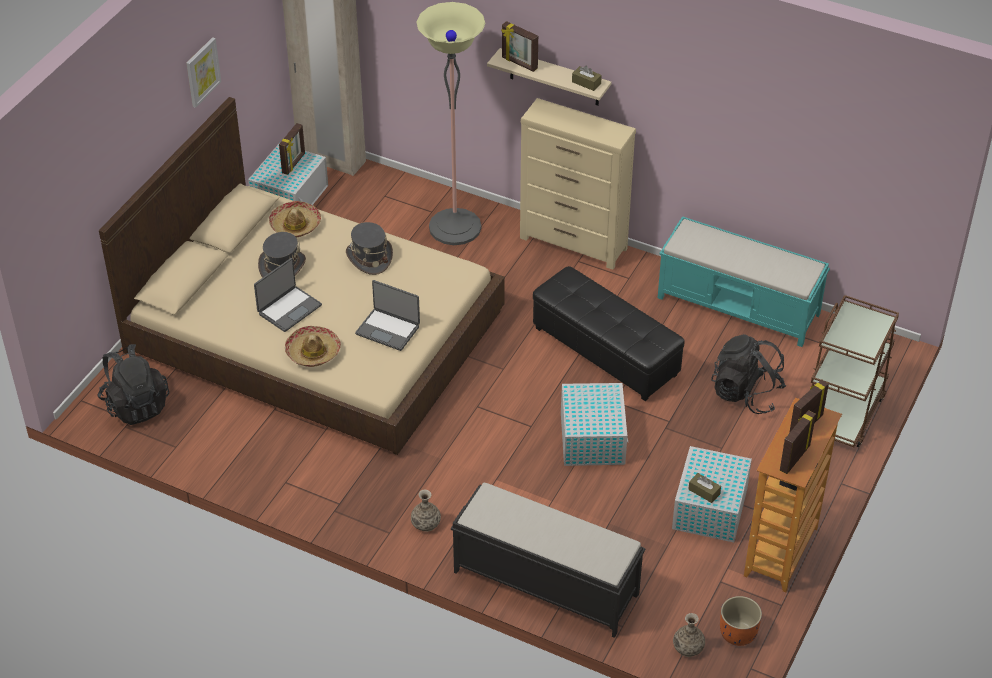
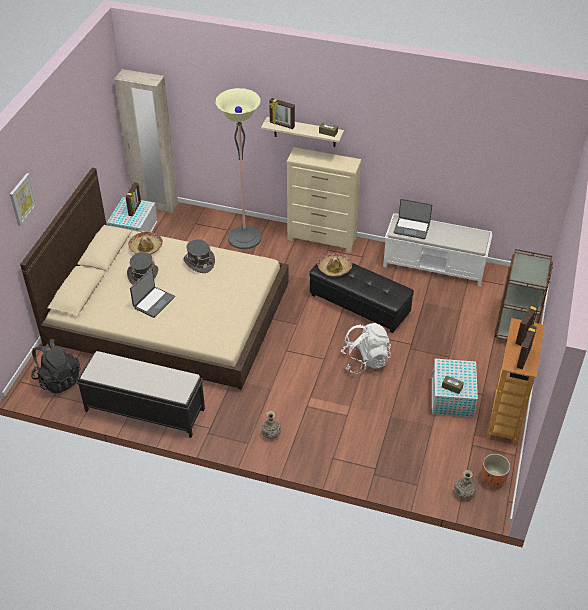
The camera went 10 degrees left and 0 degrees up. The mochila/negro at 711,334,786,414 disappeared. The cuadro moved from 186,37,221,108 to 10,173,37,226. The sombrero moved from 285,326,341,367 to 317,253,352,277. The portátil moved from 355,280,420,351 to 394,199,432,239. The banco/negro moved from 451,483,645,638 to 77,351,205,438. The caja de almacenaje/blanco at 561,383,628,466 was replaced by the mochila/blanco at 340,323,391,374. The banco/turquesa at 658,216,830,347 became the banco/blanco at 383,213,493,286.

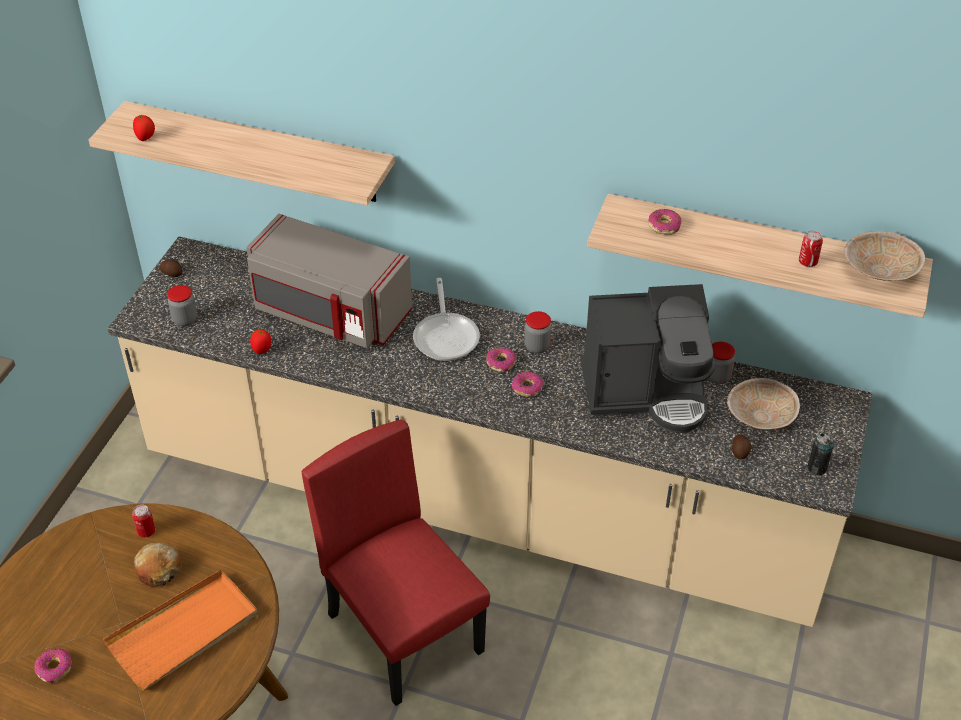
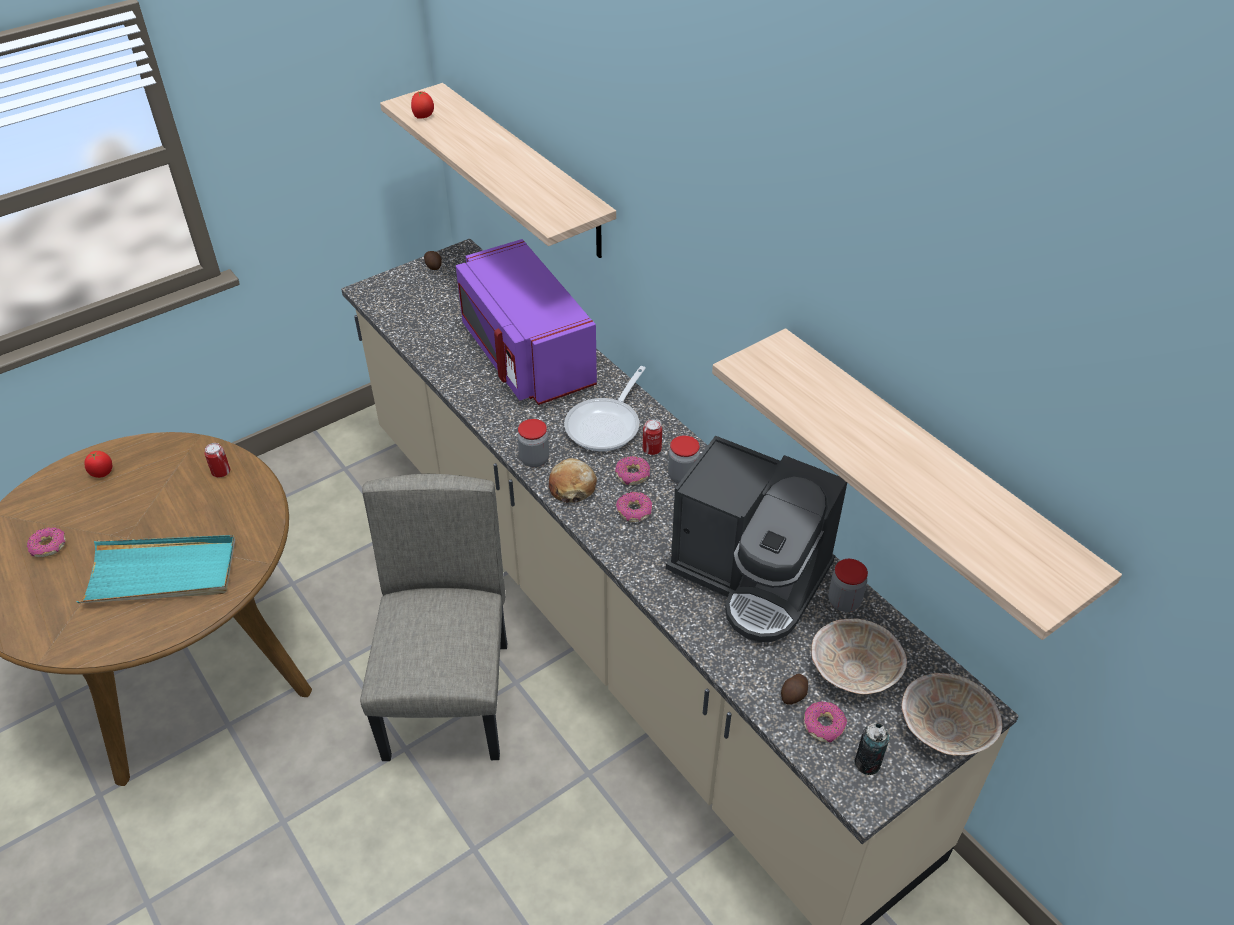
The camera went 35 degrees right and 0 degrees up. The pan moved from 134,543,182,587 to 549,458,597,503. The tarro moved from 167,285,197,326 to 518,419,549,467. The tomate moved from 250,329,271,354 to 84,451,112,478. The rosquilla moved from 648,209,682,235 to 803,701,847,743. The lata moved from 799,230,823,267 to 643,419,662,455. The cuenco/beis moved from 844,231,925,281 to 901,673,1002,755. The bandeja/naranja at 103,570,258,691 became the bandeja/turquesa at 77,535,235,603. The microondas/gris at 246,214,412,348 became the microondas/morado at 456,239,597,405. The silla/rojo at 302,420,490,706 became the silla/beis at 360,474,507,761.

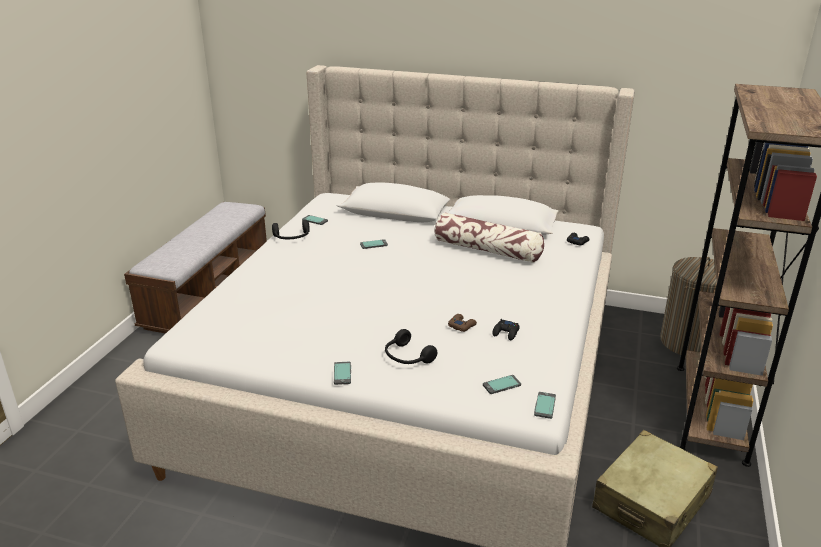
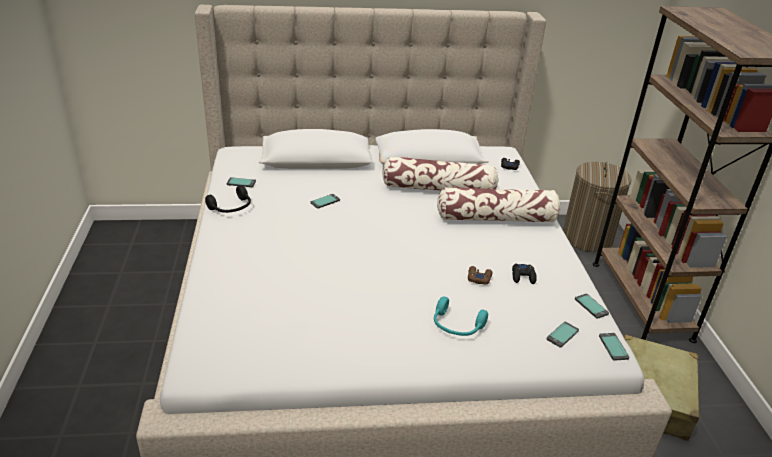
The camera went 25 degrees left and 5 degrees up. The banco at 124,202,267,334 disappeared. The cojín at 437,187,561,223 appeared. The móvil moved from 334,362,351,385 to 575,293,609,319. The auriculares/negro at 385,329,437,364 became the auriculares/turquesa at 434,297,488,336.

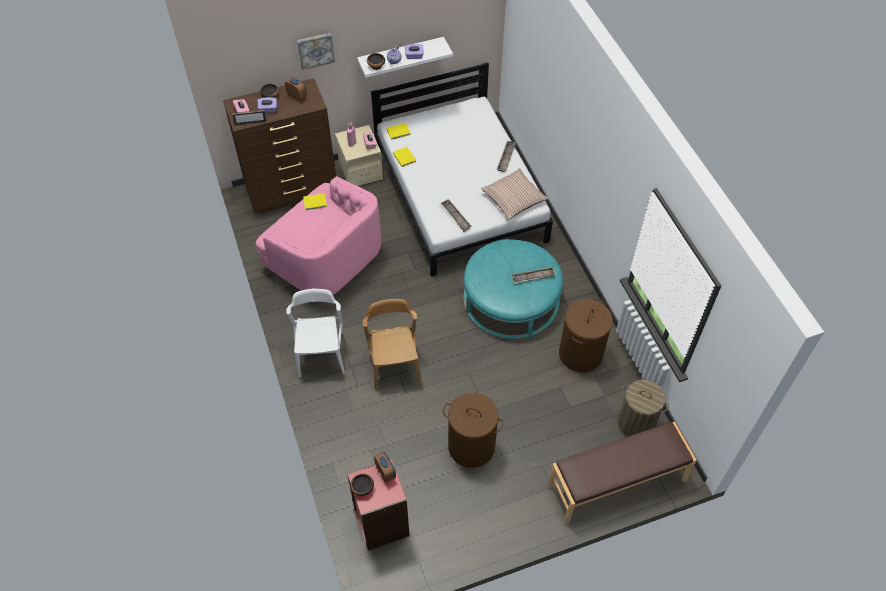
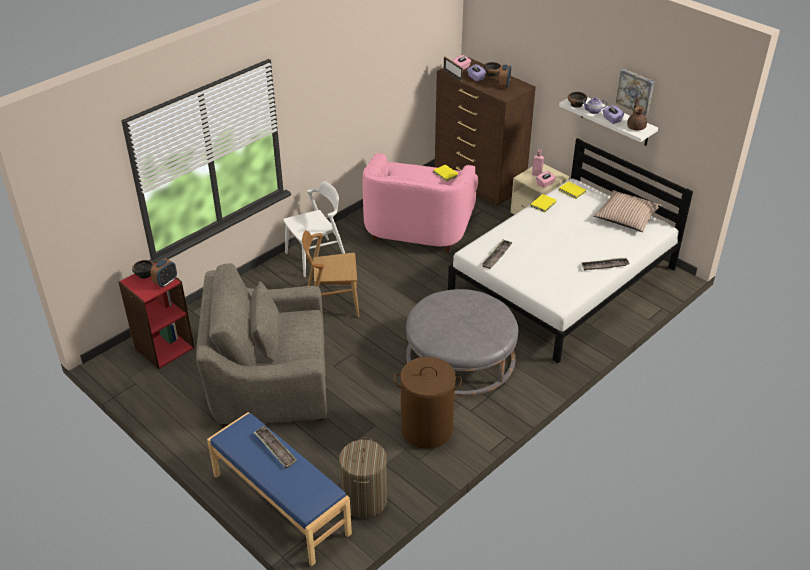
The camera went 65 degrees right and 15 degrees down. The tetera/marrón at 627,97,647,131 appeared. The cuadro moved from 297,33,335,70 to 616,69,654,116. The cojín moved from 481,168,548,220 to 593,190,662,232. The bandeja moved from 511,266,556,284 to 253,426,297,468. The cesto de la ropa/marrón at 443,393,503,468 was replaced by the sillón/gris at 196,263,327,427. The puf/turquesa at 463,239,563,340 became the puf/gris at 406,289,518,396. The banco/marrón at 548,422,697,524 became the banco/azul at 207,412,352,566. The silla/marrón at 363,299,421,390 turned 150 degrees counterclockwise.

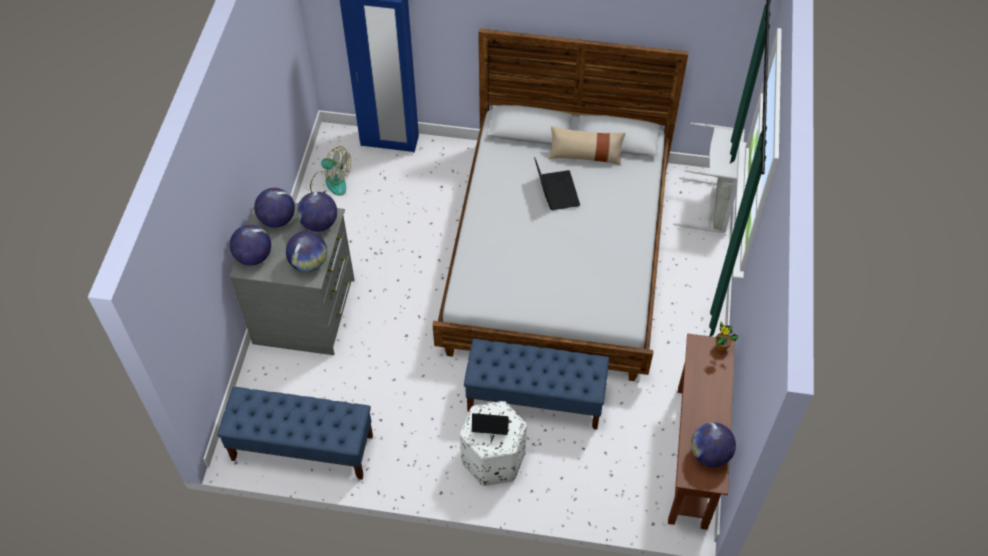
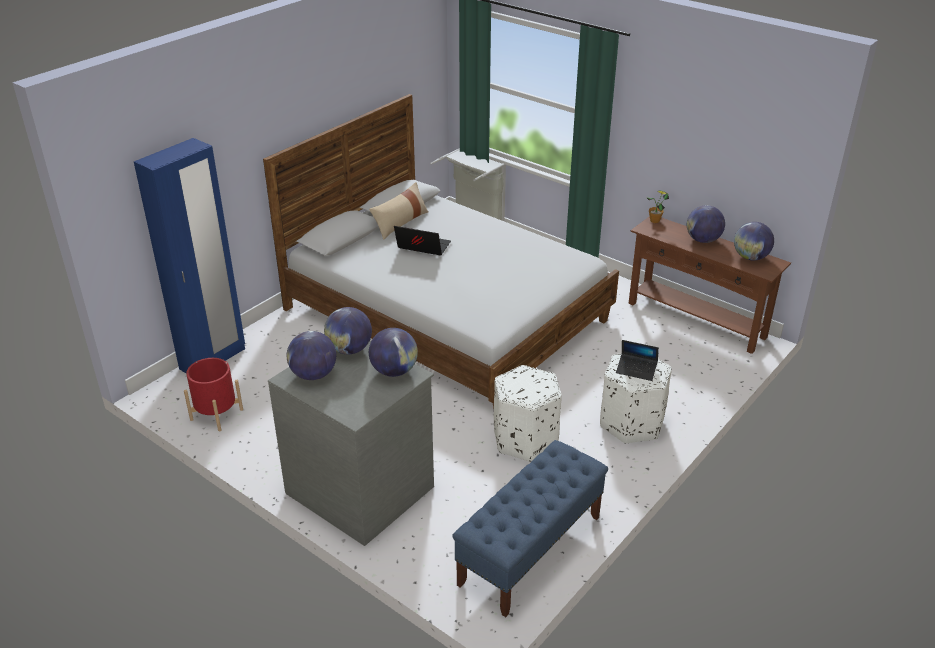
The camera went 60 degrees left and 20 degrees down. The banco/azul at 464,339,609,430 disappeared. The puf/blanco at 494,365,562,462 appeared. The globo terráqueo moved from 230,225,271,265 to 687,205,725,243. The ventilador at 310,146,351,196 was replaced by the maceta/rojo at 184,358,243,431. The portátil at 472,413,509,435 turned 105 degrees counterclockwise.

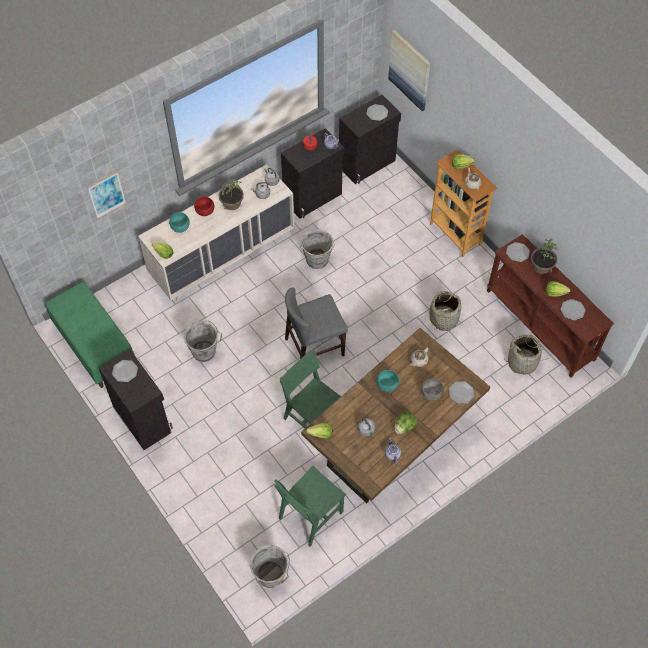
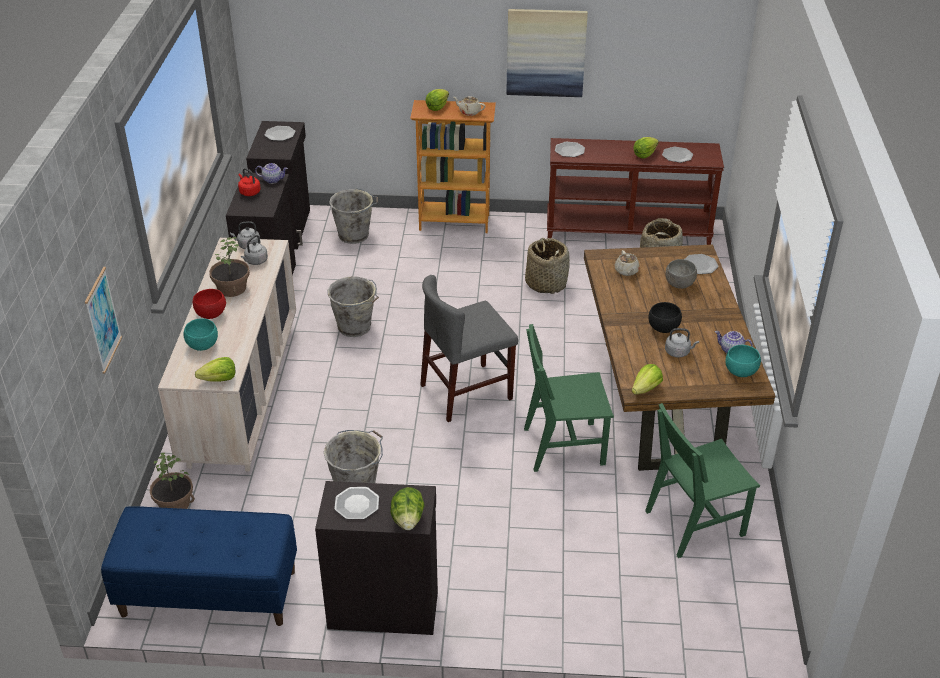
The camera went 50 degrees left and 20 degrees down. The cuenco/negro at 649,302,682,333 appeared. The cubo/gris moved from 250,545,290,588 to 329,188,378,244. The cuenco/turquesa moved from 377,370,399,392 to 725,345,761,377. The cuadro moved from 388,30,430,111 to 506,9,588,97. The lechuga moved from 394,412,417,434 to 390,487,424,530. The planta en maceta moved from 531,238,557,274 to 150,453,195,509. The banco/verde at 45,282,135,388 became the banco/azul at 101,506,297,626. The silla/verde at 274,466,346,547 turned 75 degrees clockwise. The silla/gris at 285,287,348,359 turned 45 degrees clockwise.

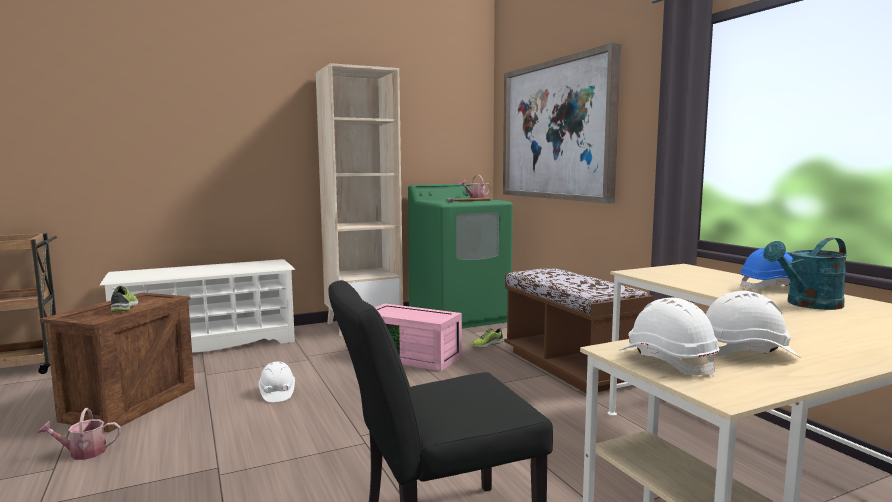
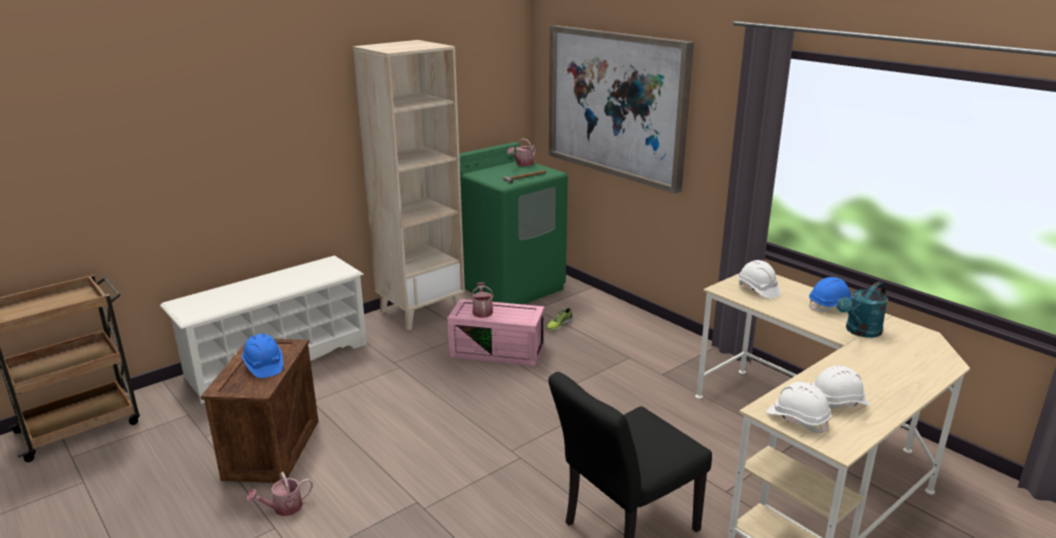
The camera went 15 degrees left and 15 degrees up. The banco/marrón at 504,269,654,393 disappeared. The regadera at 471,282,494,318 appeared. The casco/blanco moved from 258,362,295,402 to 738,260,781,299. The zapato at 111,286,138,312 was replaced by the casco/azul at 242,334,283,378.

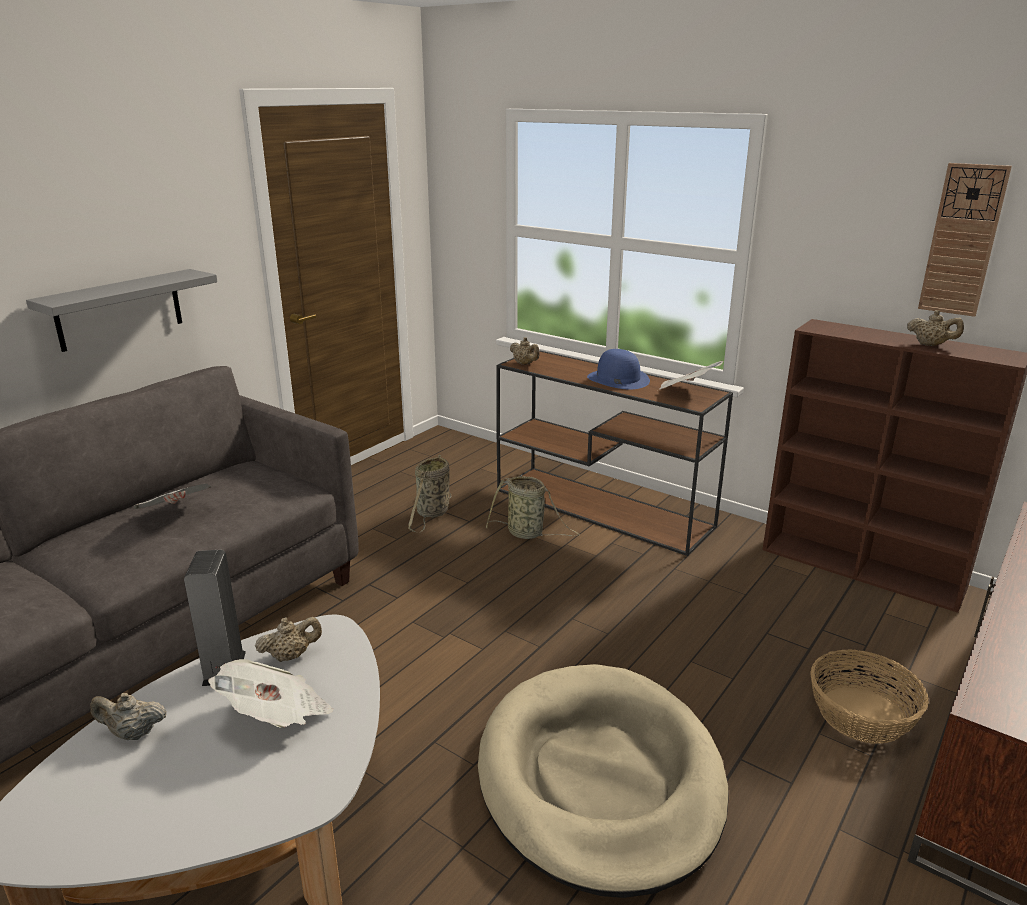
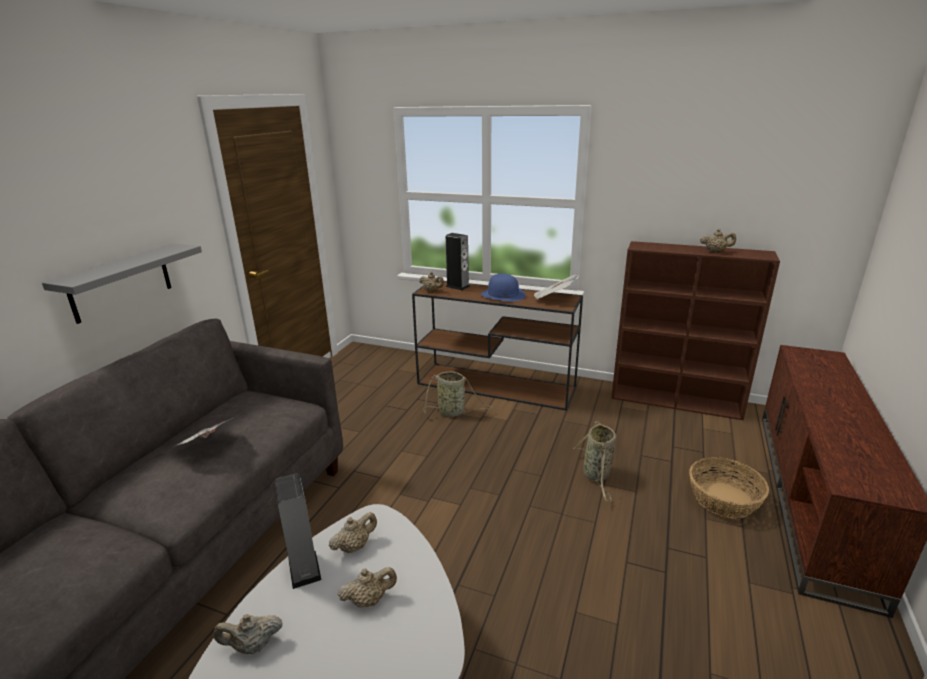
The camera went 15 degrees left and 0 degrees up. The cama para perro/beis at 478,664,729,898 disappeared. The reloj de pared at 918,163,1012,317 disappeared. The altavoz at 446,233,470,290 appeared. The cesta moved from 408,455,451,533 to 573,421,616,502. The periódico at 208,659,334,728 was replaced by the tetera/beis at 337,567,397,608.

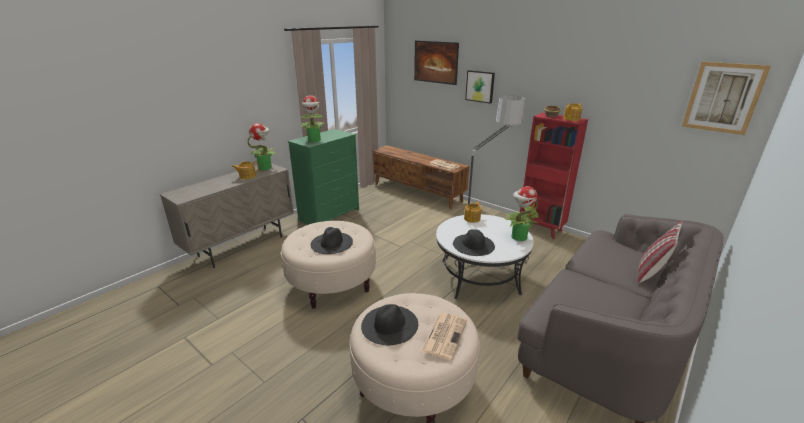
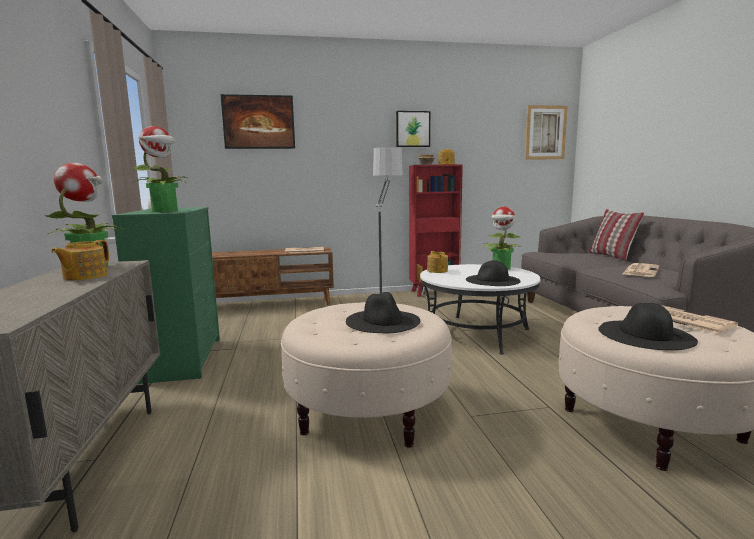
The camera went 50 degrees left and 15 degrees down. The periódico at 623,263,659,277 appeared. The cuadro moved from 465,70,495,104 to 396,111,430,147.

